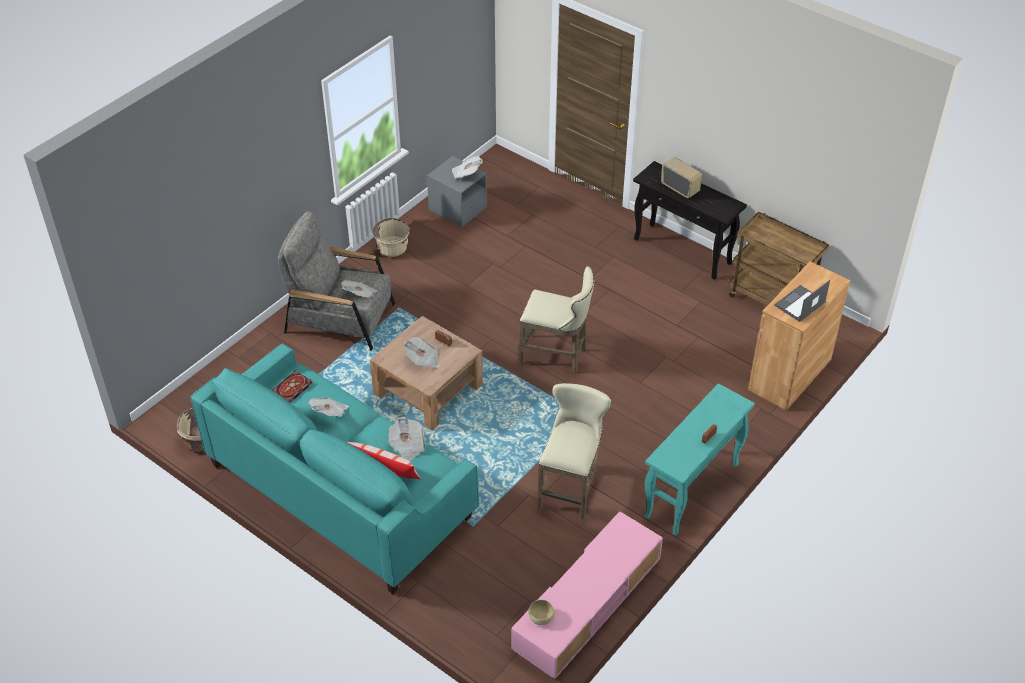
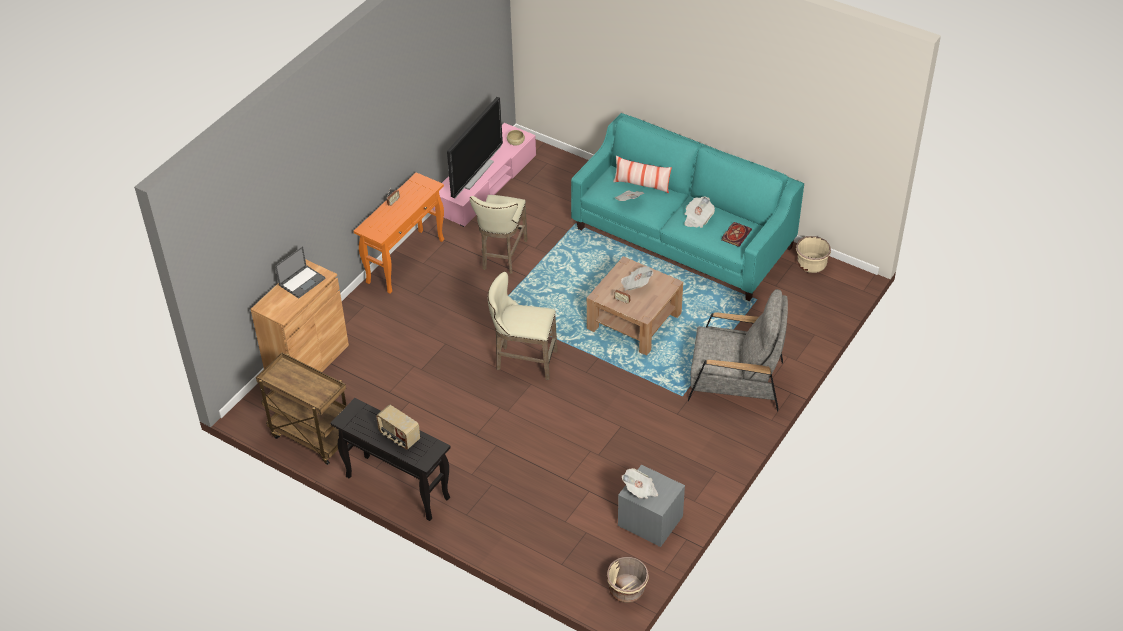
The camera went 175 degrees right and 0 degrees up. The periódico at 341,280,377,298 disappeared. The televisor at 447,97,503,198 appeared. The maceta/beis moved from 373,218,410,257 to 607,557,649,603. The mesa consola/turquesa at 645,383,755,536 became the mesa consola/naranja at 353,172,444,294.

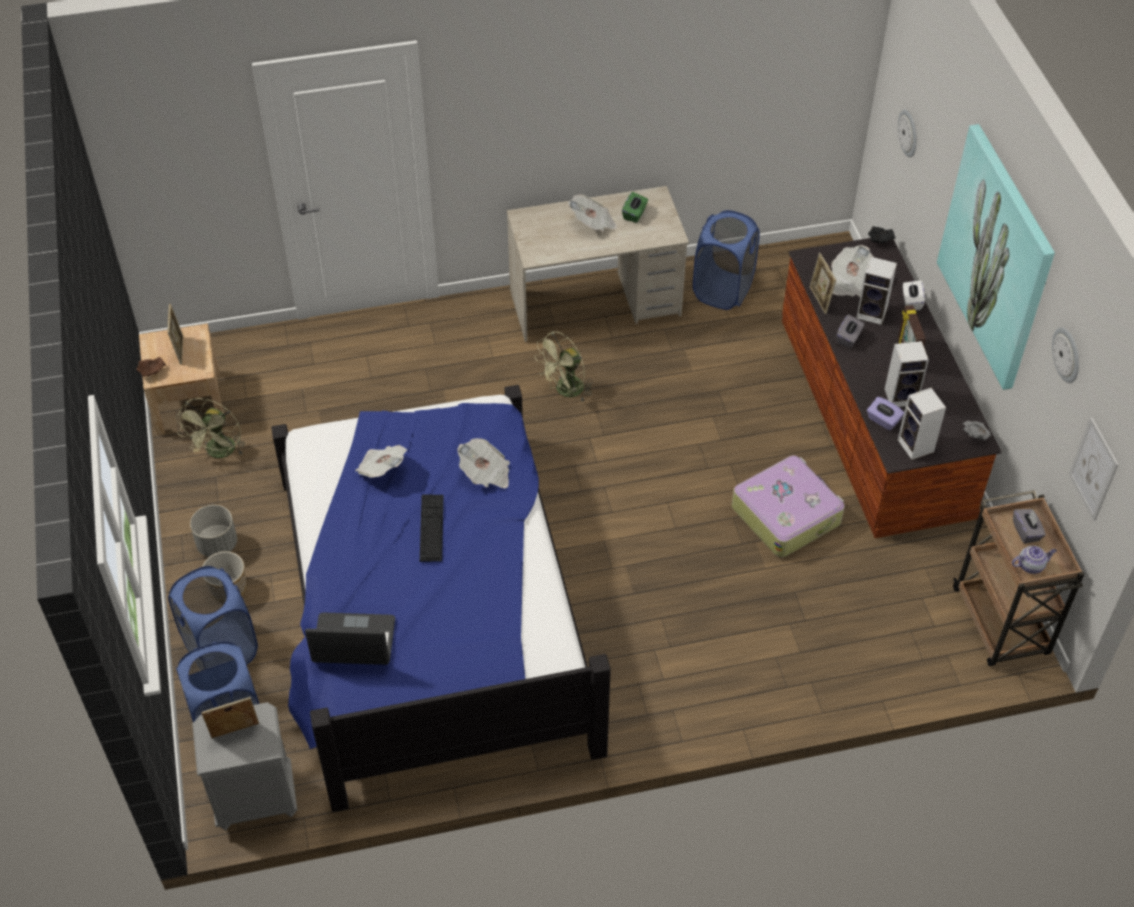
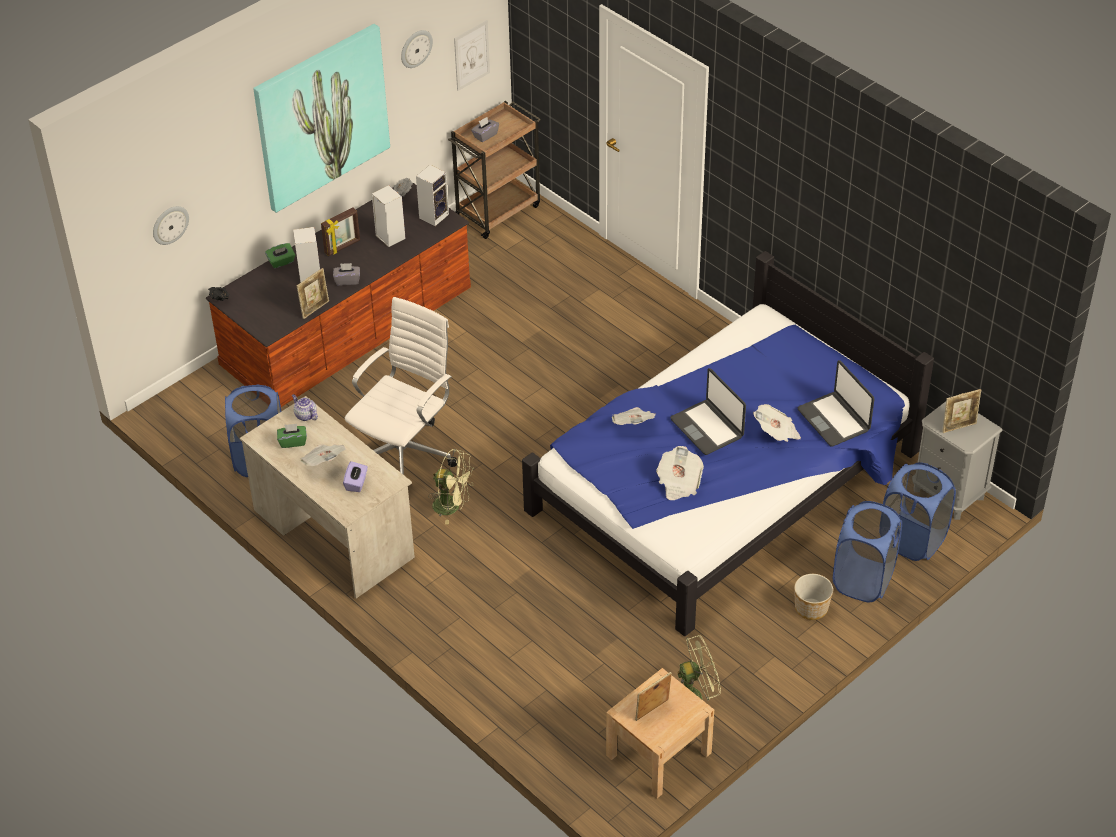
The camera went 120 degrees left and 5 degrees down. The cuenco/marrón at 137,357,166,377 disappeared. The maceta/gris at 190,505,237,557 disappeared. The maleta at 732,456,845,557 disappeared. The silla de oficina/blanco at 345,297,457,475 appeared. The periódico moved from 831,245,874,297 to 753,404,801,442. The caja de pañuelos/morado moved from 867,397,904,431 to 343,461,368,492. The tetera moved from 1012,546,1057,574 to 292,394,318,421. The teclado at 420,495,443,562 was replaced by the portátil at 670,368,746,455. The caja de pañuelos/blanco at 903,280,925,310 became the caja de pañuelos/verde at 265,243,295,268. The portarretratos at 201,697,259,738 turned 60 degrees counterclockwise.

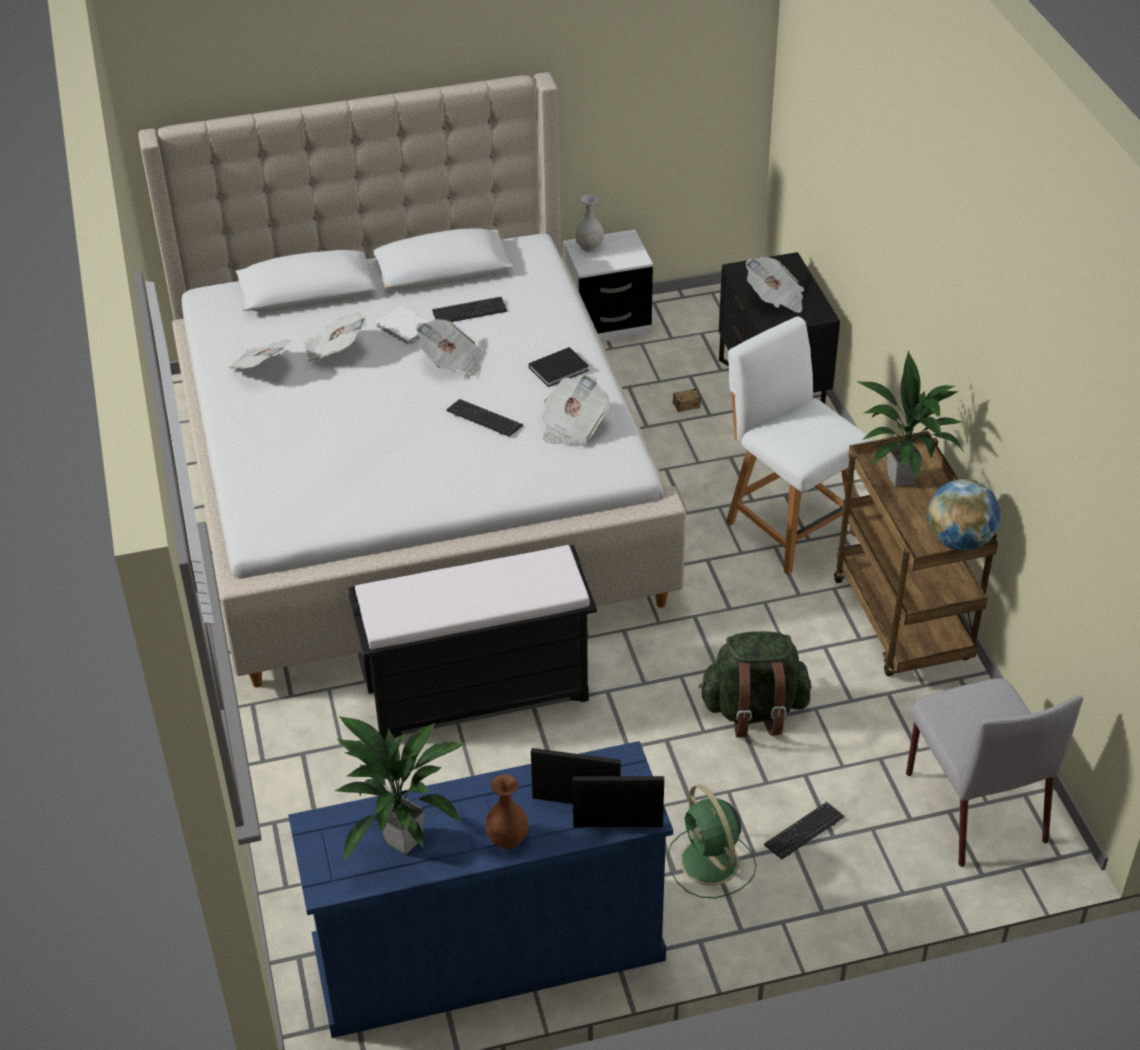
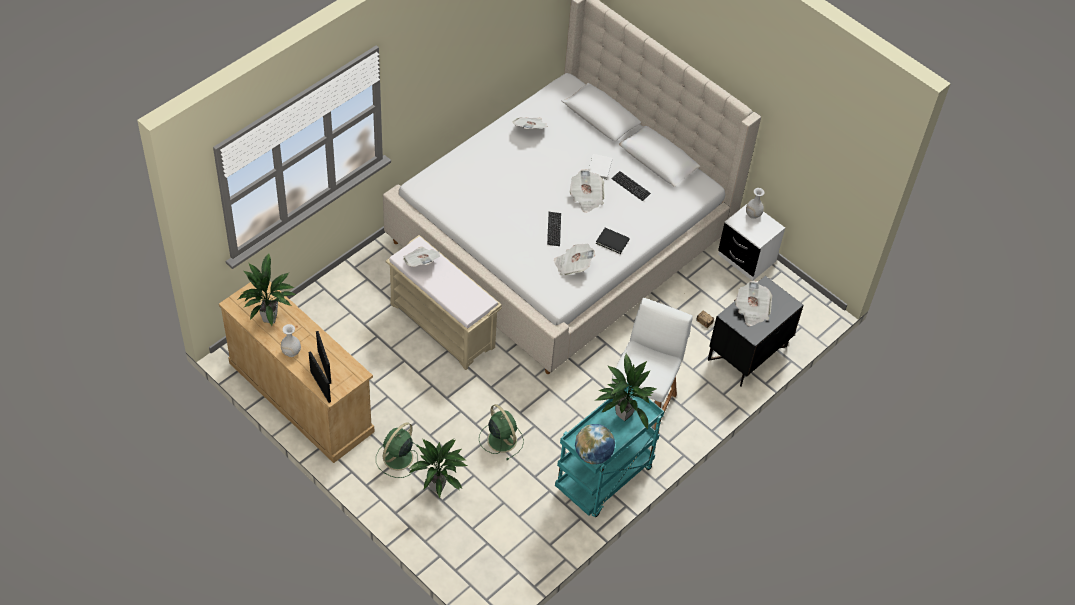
The camera went 55 degrees right and 10 degrees up. The silla/gris at 906,678,1083,867 disappeared. The periódico moved from 304,311,366,362 to 403,247,440,267. The mochila/verde at 699,631,811,737 was replaced by the ventilador/verde at 479,404,524,460. The teclado at 764,802,845,859 was replaced by the planta en maceta at 409,439,467,499. The cómoda/azul at 288,741,673,1038 became the cómoda/beis at 219,282,375,463. The banco/negro at 348,545,597,741 became the banco/beis at 386,235,502,370. The florero/marrón at 485,775,528,849 became the florero/blanco at 281,324,301,357. The carrito/marrón at 834,431,998,676 became the carrito/turquesa at 555,383,664,517.

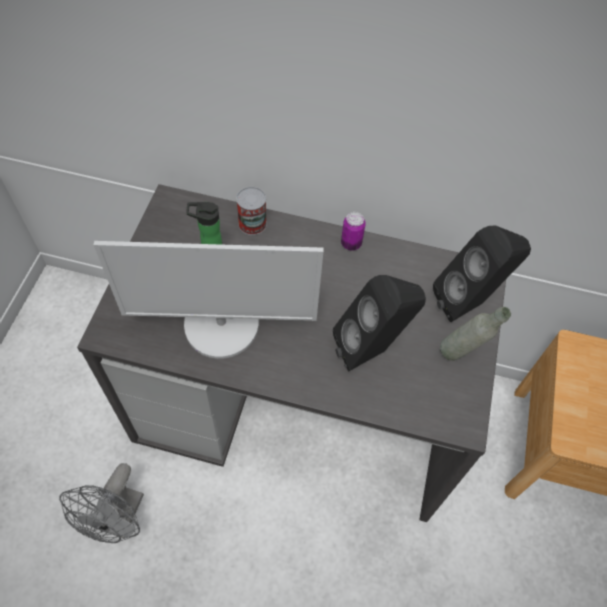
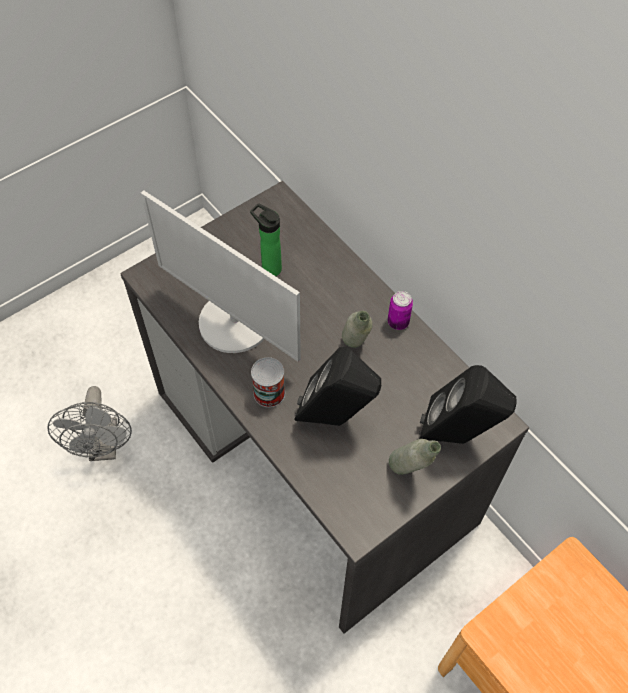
The camera went 40 degrees right and 0 degrees up. The botella/gris at 342,311,373,348 appeared. The lata moved from 236,187,267,235 to 251,357,285,407. The ventilador/gris at 59,463,144,543 turned 60 degrees counterclockwise.

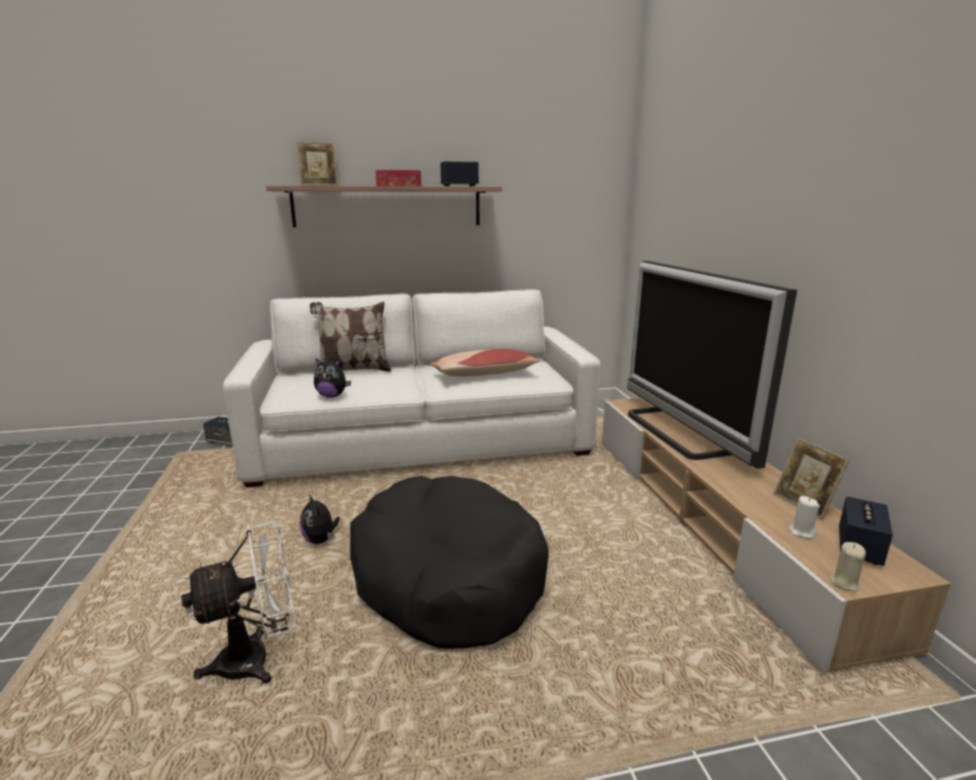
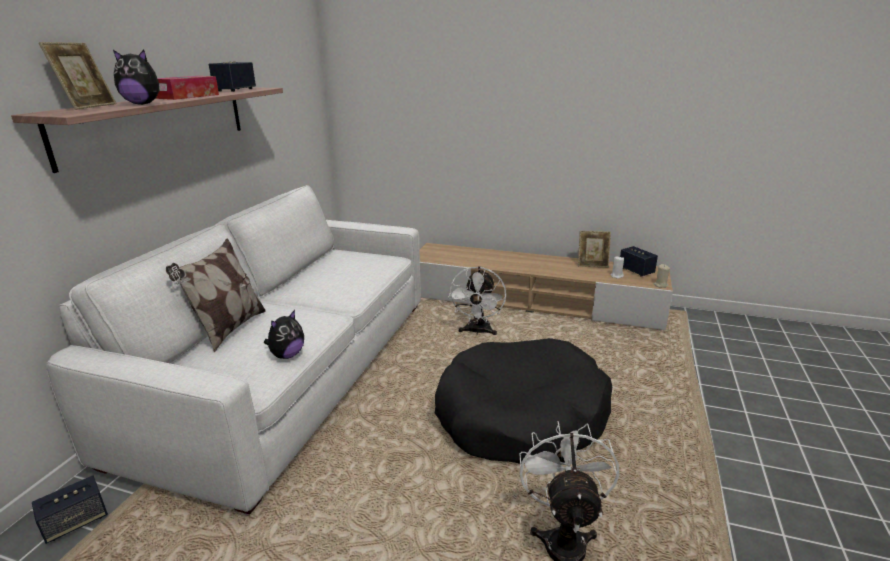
The camera went 60 degrees left and 5 degrees up. The cojín at 430,349,540,377 disappeared. The televisor at 627,261,797,469 disappeared. The ventilador/blanco at 448,266,506,335 appeared. The peluche moved from 300,494,340,544 to 113,49,167,105.

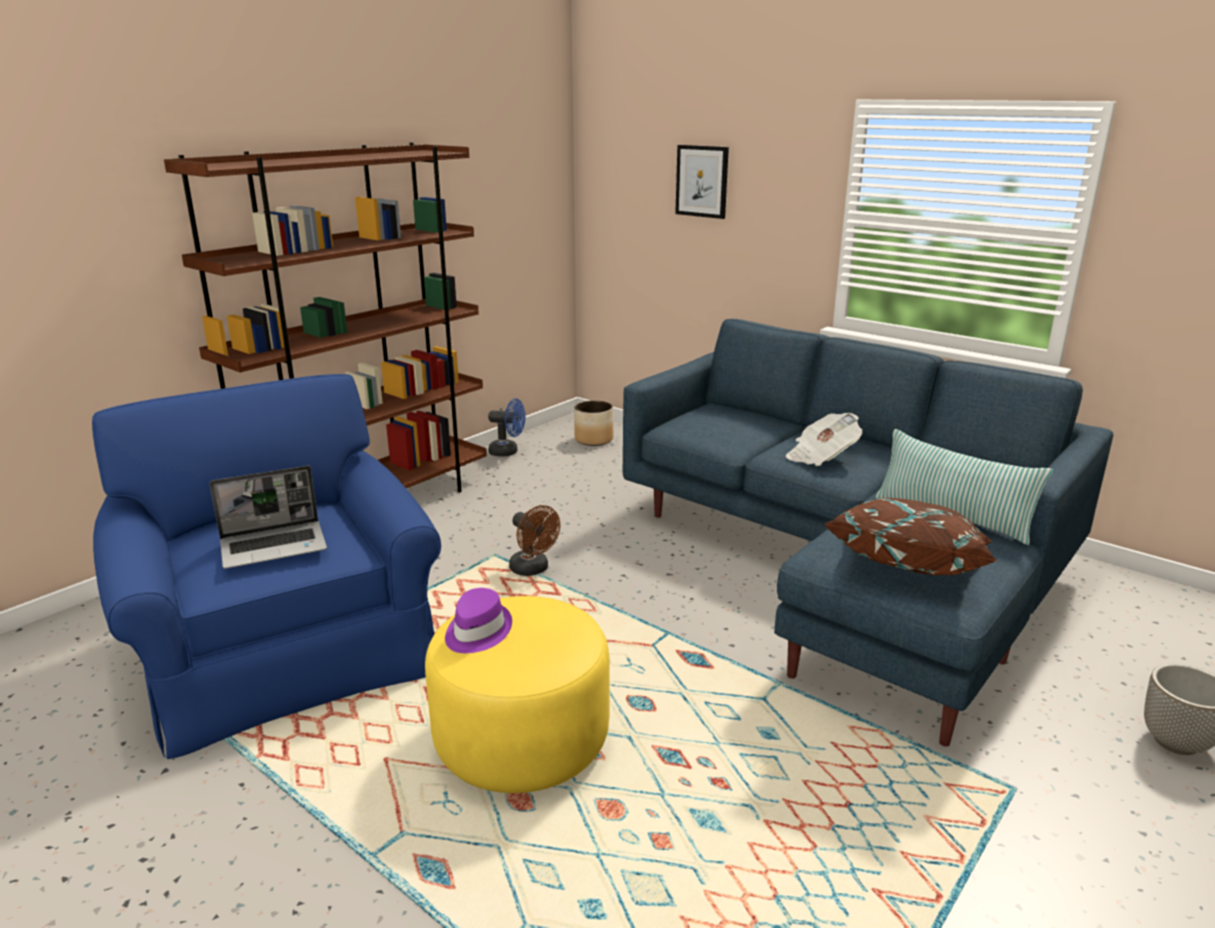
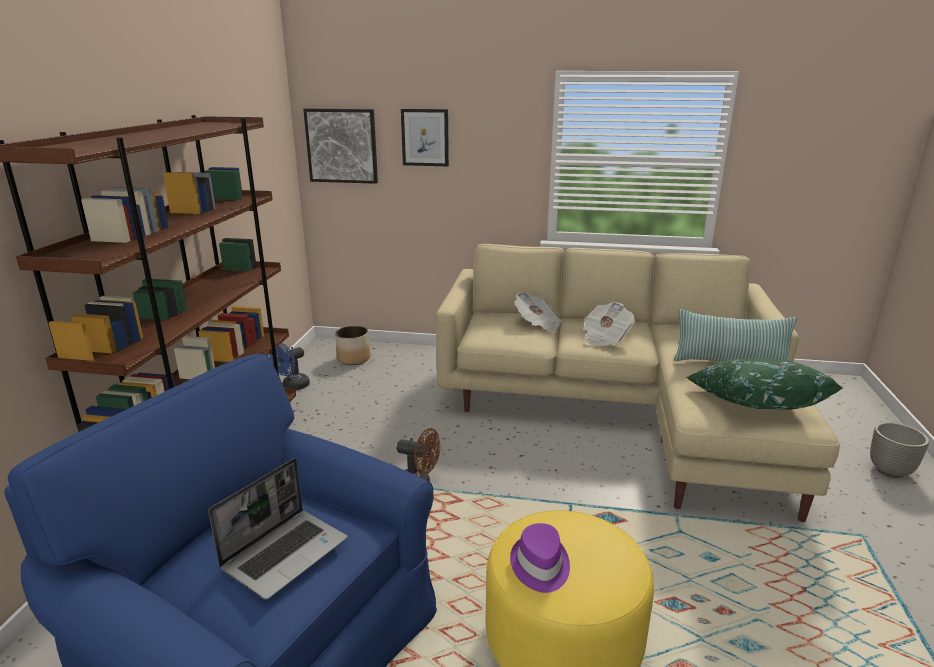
The camera went 30 degrees left and 0 degrees up. The cuadro at 303,108,378,184 appeared. The periódico at 514,292,562,333 appeared. The sofá/azul at 623,319,1113,747 became the sofá/beis at 436,244,840,522. The cojín/marrón at 823,498,998,575 became the cojín/verde at 685,358,843,410. The ventilador/azul at 488,399,526,457 turned 150 degrees clockwise.

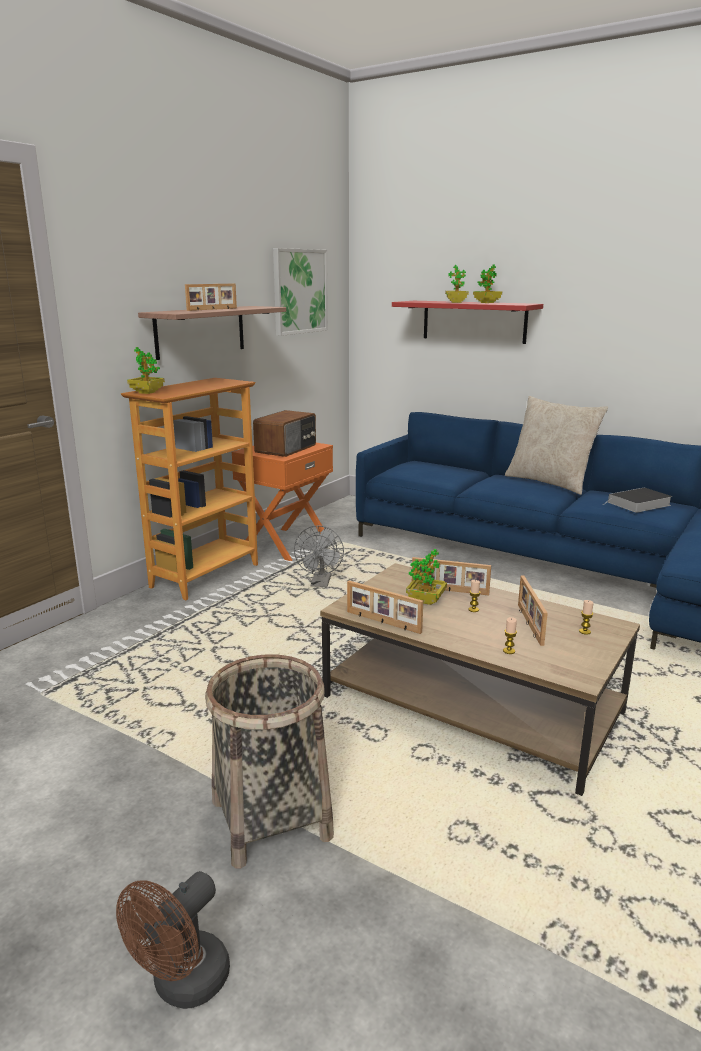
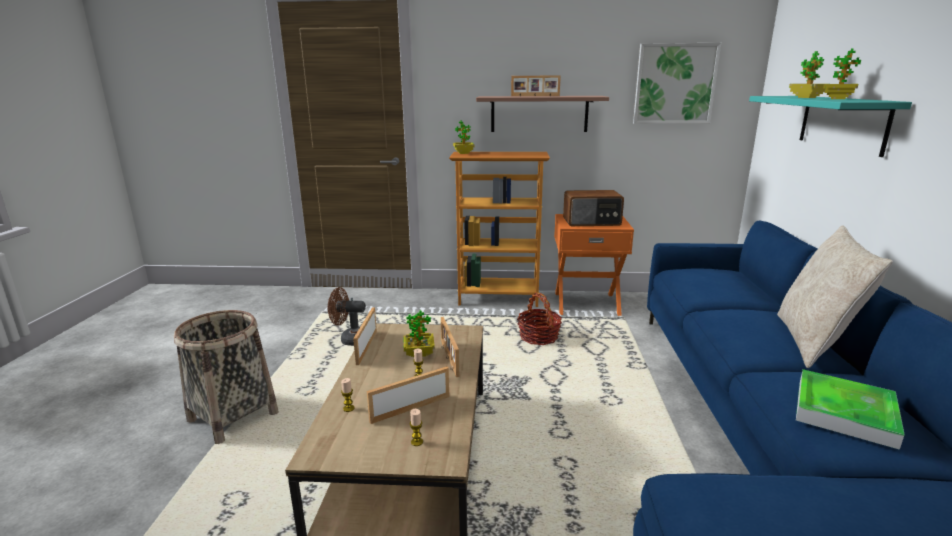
The camera went 60 degrees right and 0 degrees up. The ventilador/marrón moved from 116,871,230,1009 to 328,287,366,346. The ventilador/gris at 294,525,344,587 was replaced by the cesta at 517,293,562,345. The libro at 604,487,672,513 was replaced by the bandeja at 796,369,905,450. The estante/rojo at 392,301,543,344 became the estante/turquesa at 749,96,912,157.

